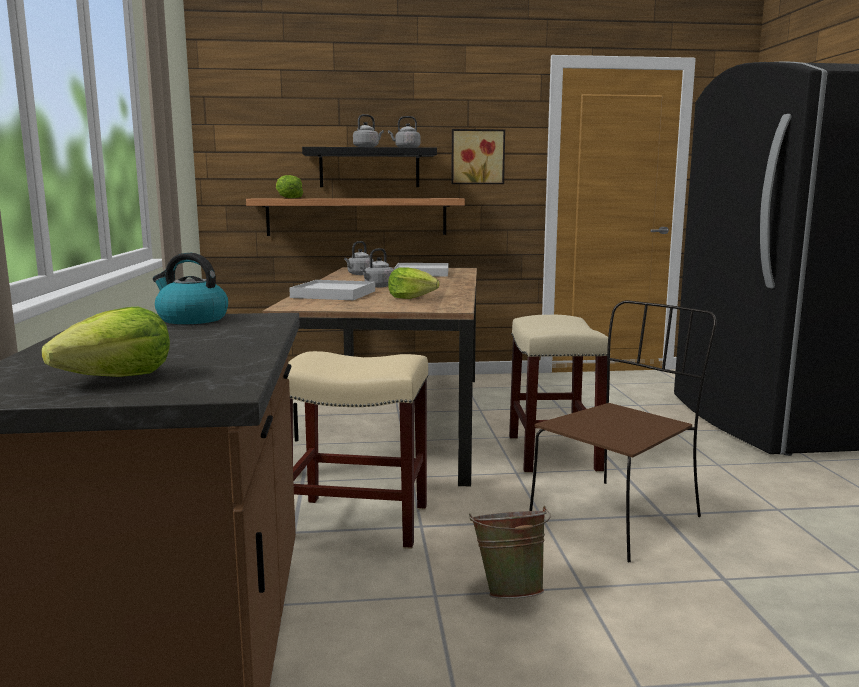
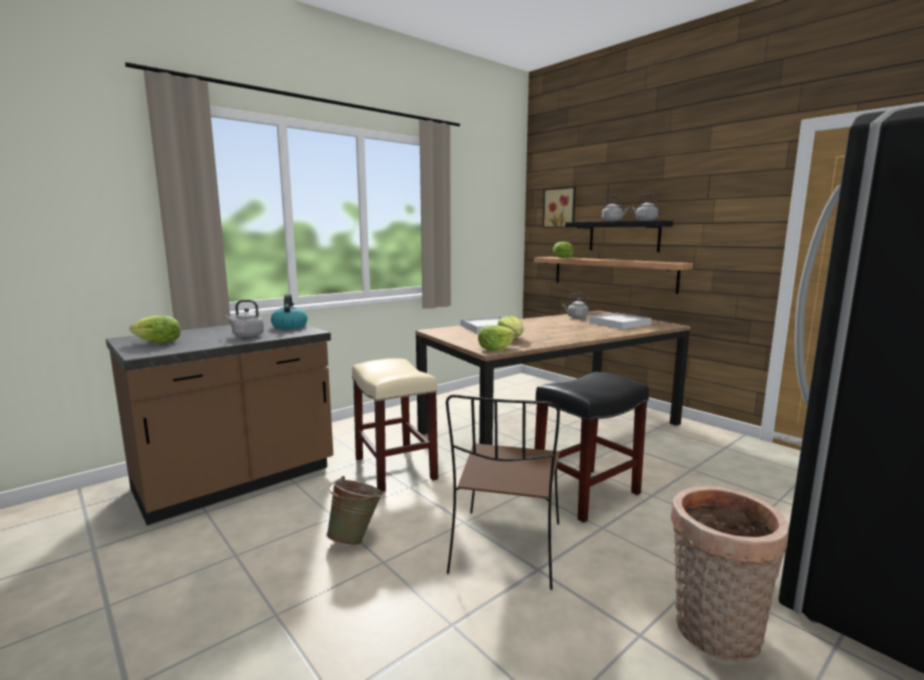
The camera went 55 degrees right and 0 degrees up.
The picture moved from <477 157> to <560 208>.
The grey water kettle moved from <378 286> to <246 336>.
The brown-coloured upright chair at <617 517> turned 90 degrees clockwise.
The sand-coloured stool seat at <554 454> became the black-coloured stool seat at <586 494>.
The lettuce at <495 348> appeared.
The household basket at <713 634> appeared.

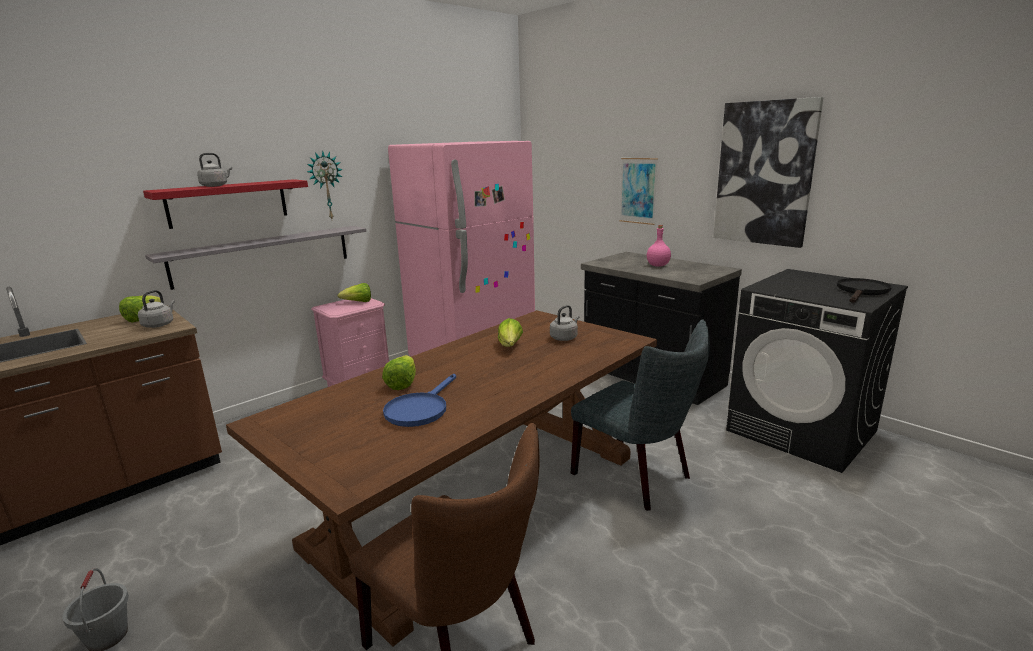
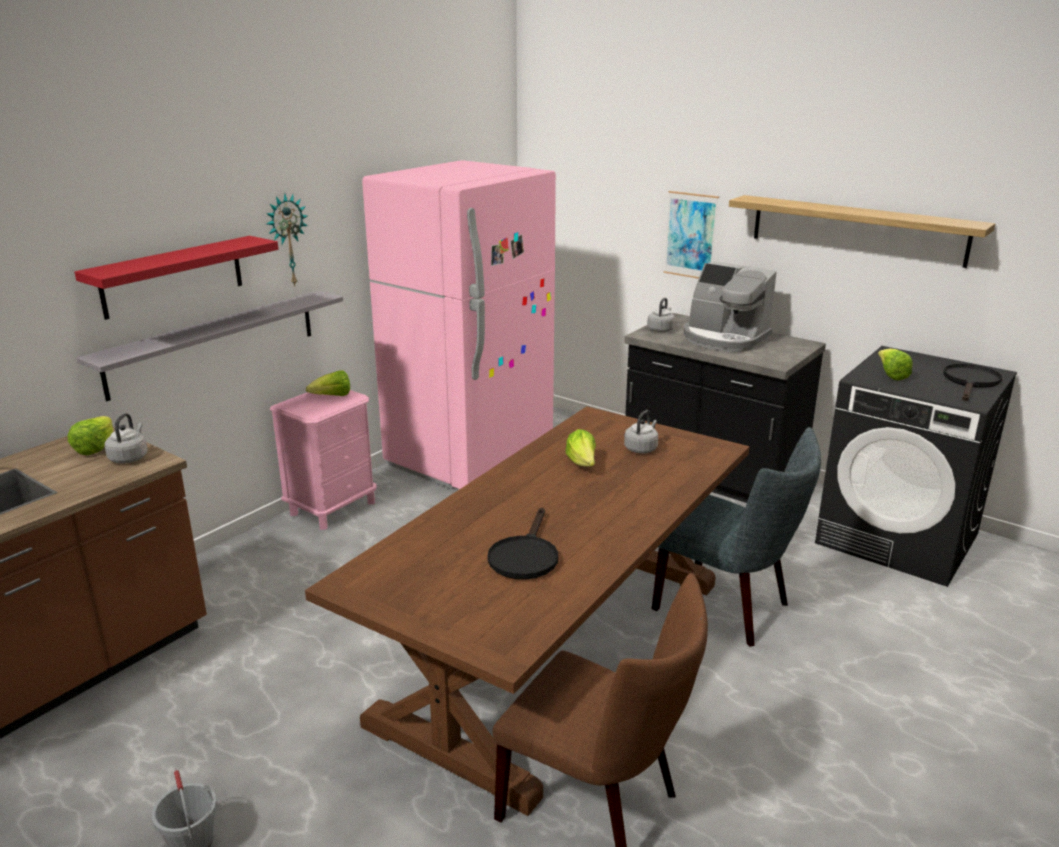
The camera went 10 degrees left and 5 degrees up.
The picture at <764 173> was replaced by the bracket shelf at <856 230>.
The grey water kettle moved from <216 186> to <661 329>.
The pinkish bottle at <658 265> was replaced by the coffee brewer at <724 339>.
The lettuce moved from <402 383> to <891 375>.
The bluish pan at <420 409> became the black-coloured pan at <524 556>.

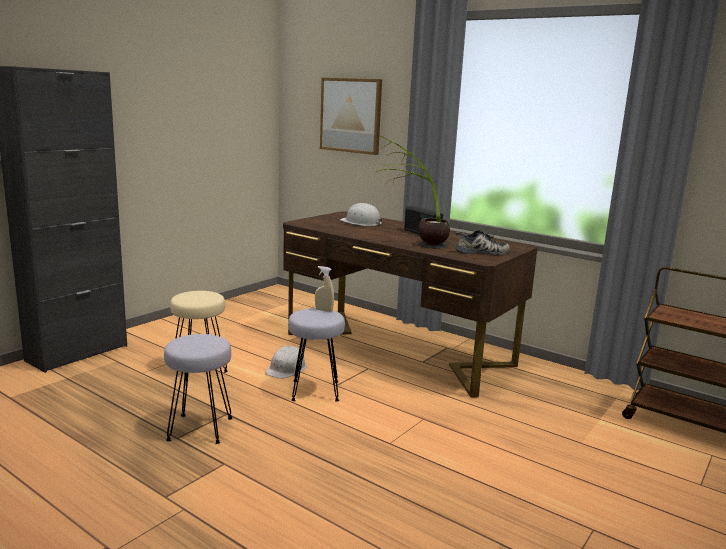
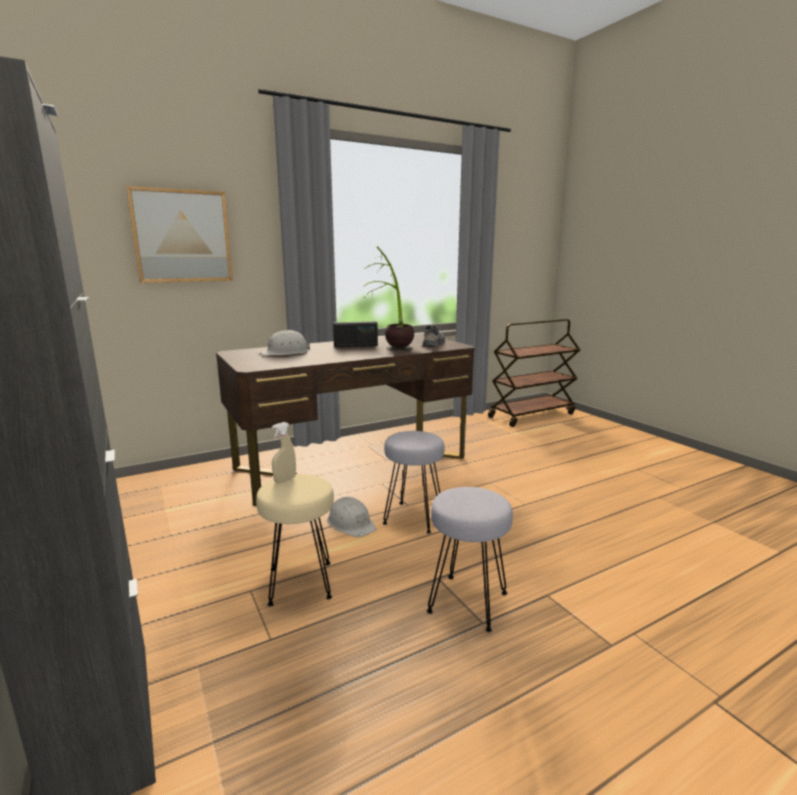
The camera went 65 degrees left and 0 degrees up.
The sand-coloured spray bottle moved from <324 310> to <285 480>.

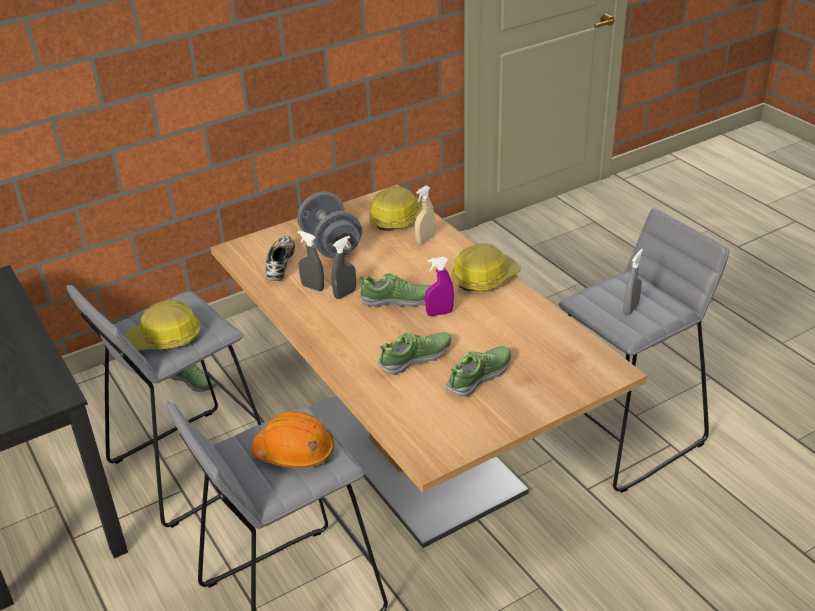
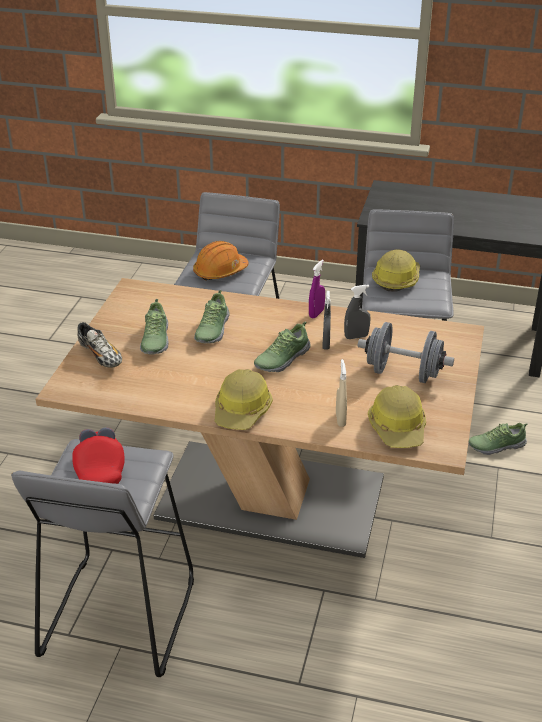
The camera went 135 degrees right and 0 degrees up.
The low shoe moved from <280 265> to <101 356>.
The grey spray bottle at <630 308> was replaced by the red peaked cap at <100 470>.
The purple spray bottle moved from <439 313> to <316 313>.

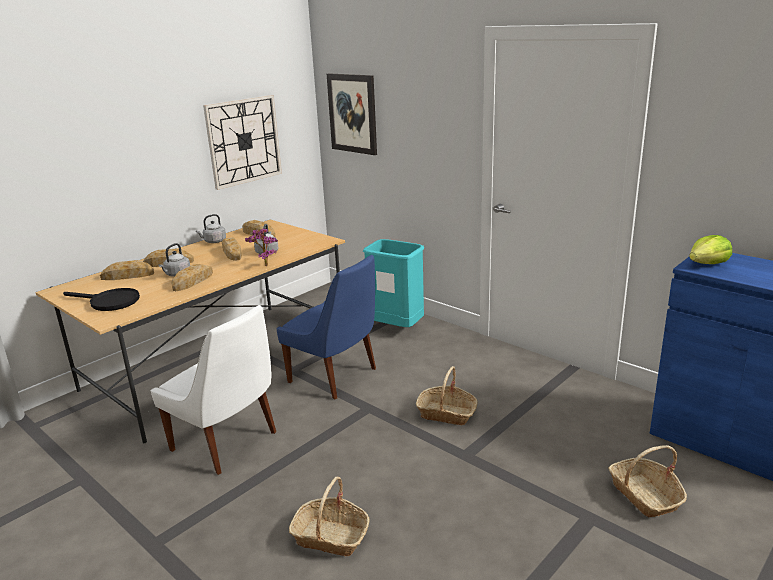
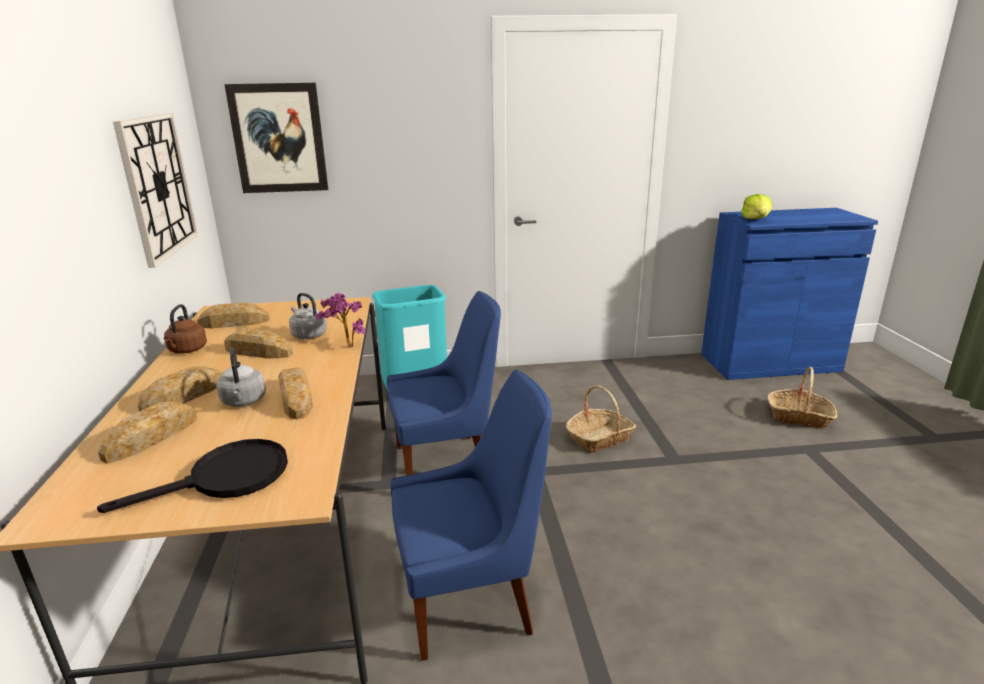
The camera went 50 degrees left and 0 degrees up.
The grey water kettle at <214 241> became the brown-coloured water kettle at <187 350>.
The white upright chair at <227 442> became the bluish upright chair at <471 598>.
The household basket at <331 536> disappeared.

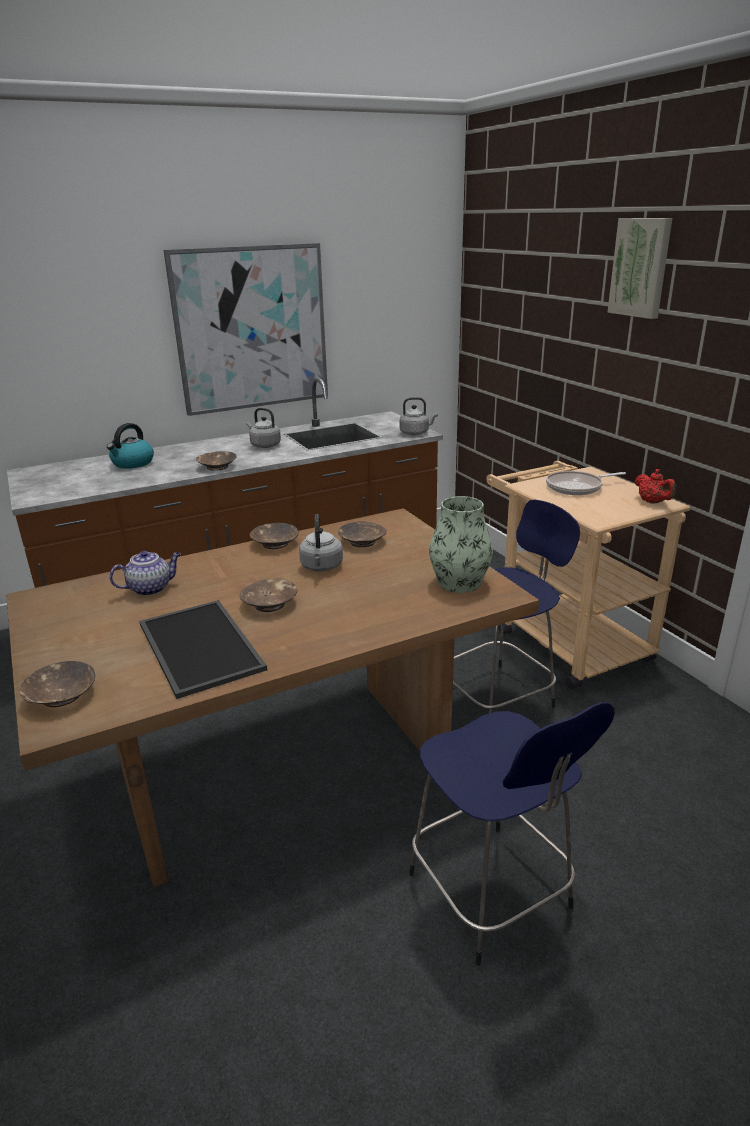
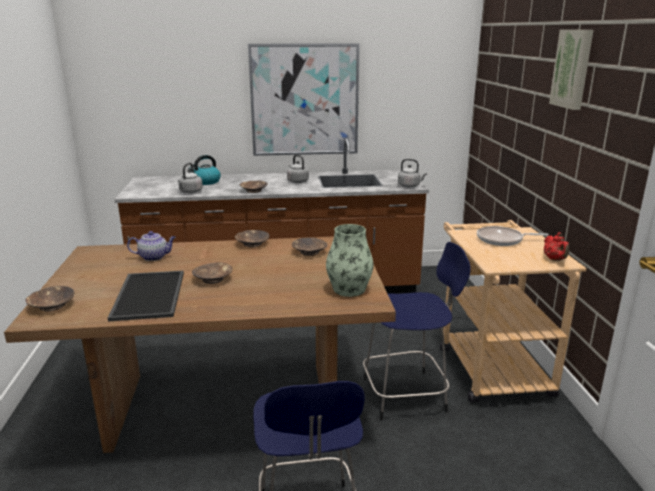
The camera went 20 degrees right and 5 degrees down.
The grey water kettle moved from <321 567> to <190 192>.

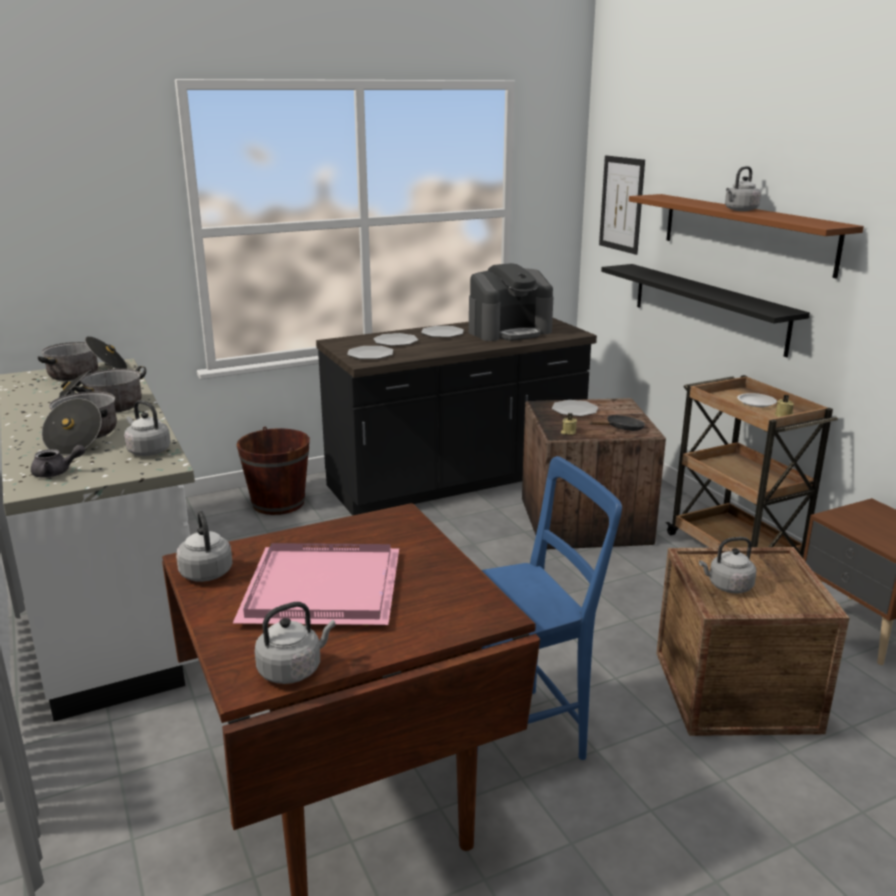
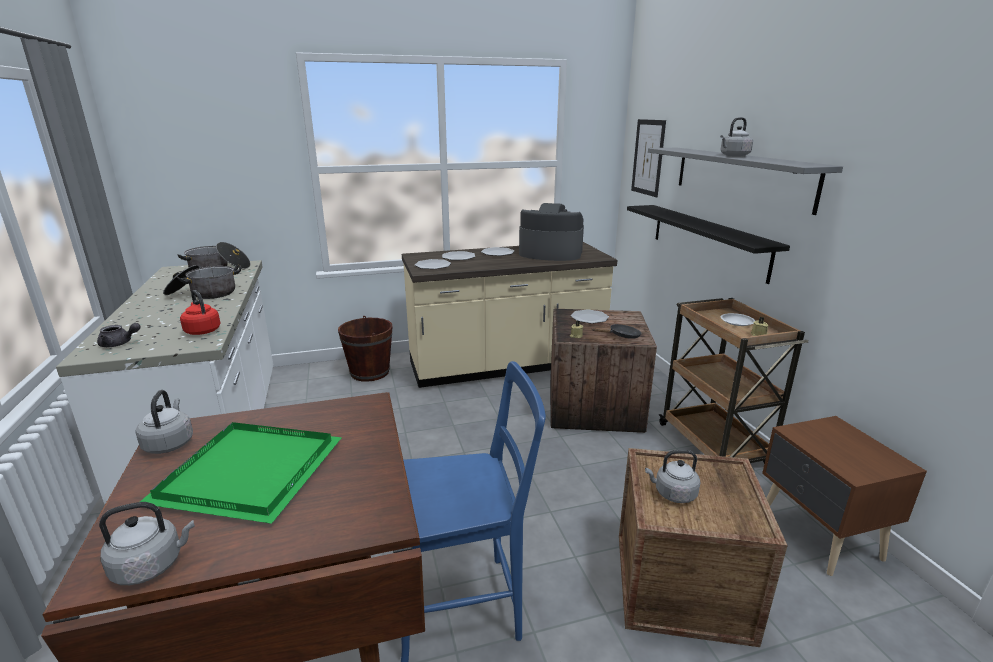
The camera went 10 degrees right and 0 degrees up.
The brown-coloured bracket shelf at <746 232> became the grey bracket shelf at <740 176>.
The coffee brewer at <509 331> turned 150 degrees counterclockwise.
The black-coloured kitchen base unit at <457 481> became the sand-coloured kitchen base unit at <506 365>.
The saucepot at <83 437> disappeared.
The grey water kettle at <147 451> became the red water kettle at <202 330>.
The pinkish serving tray at <325 590> became the green-coloured serving tray at <251 474>.

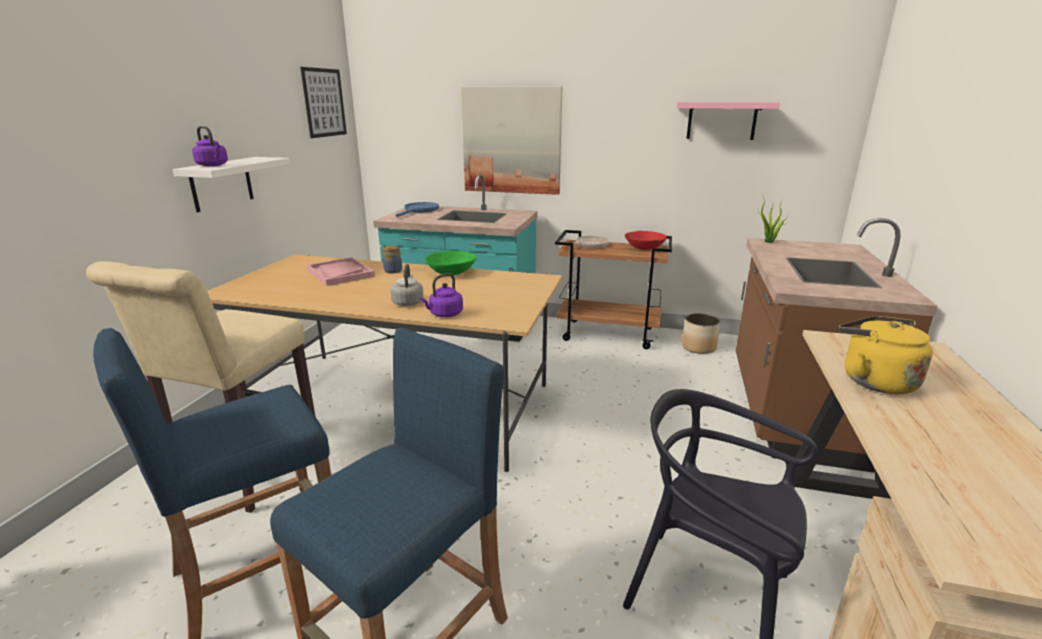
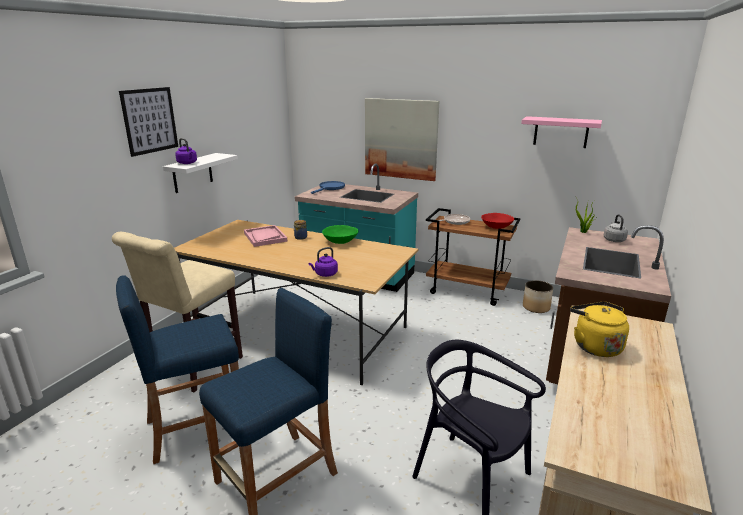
The camera went 10 degrees right and 0 degrees up.
The picture moved from <324 103> to <150 120>.
The grey water kettle moved from <408 302> to <613 240>.

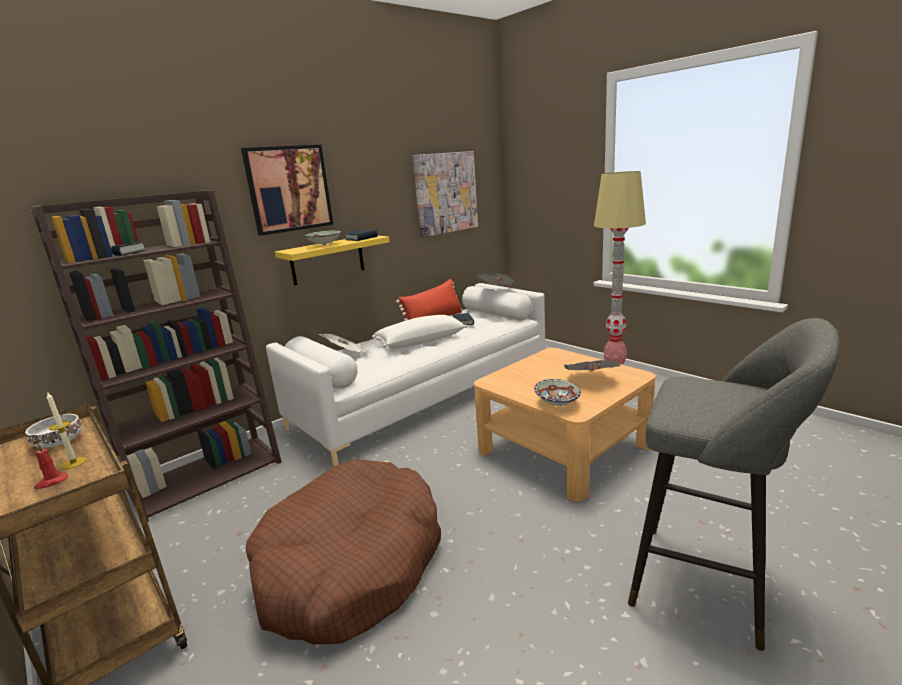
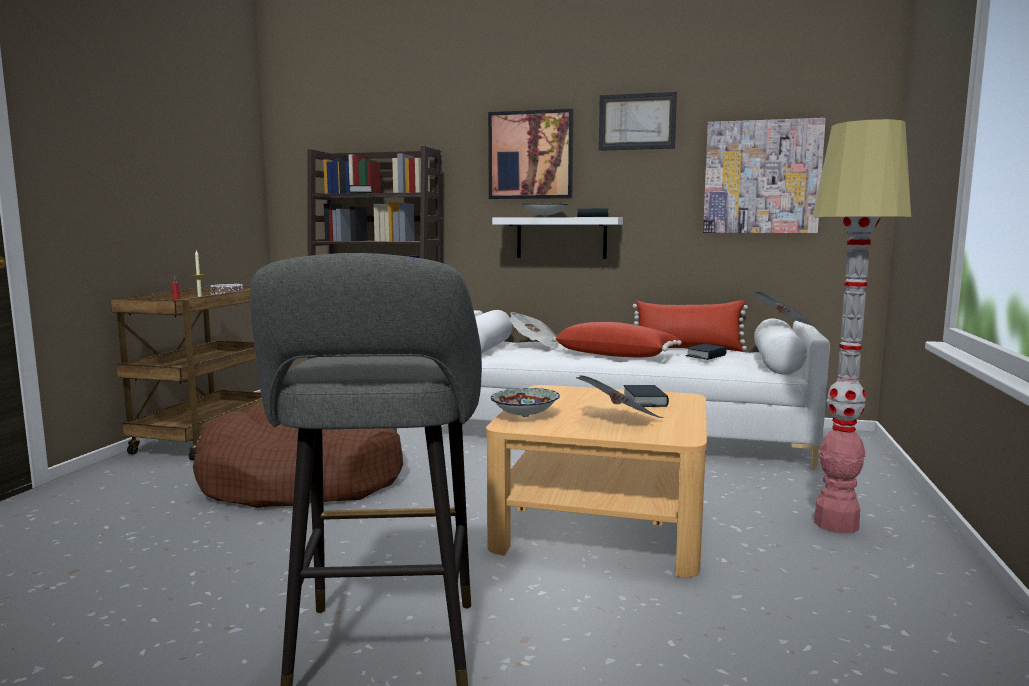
The camera went 55 degrees right and 10 degrees down.
The yellowish bracket shelf at <327 260> became the white bracket shelf at <561 238>.
The white pillow at <420 341> became the red pillow at <616 355>.
The picture at <637 122> appeared.
The book at <645 401> appeared.

